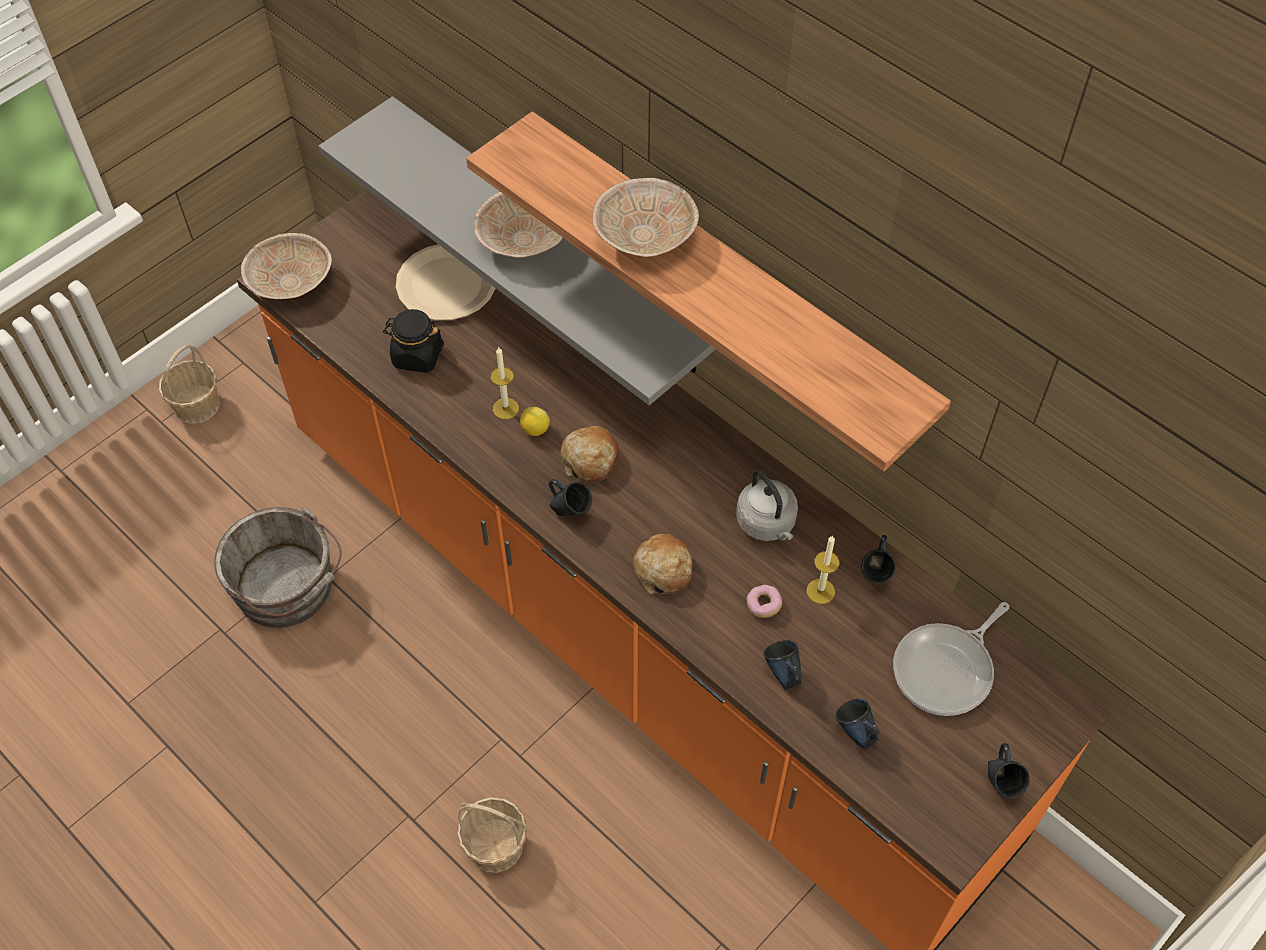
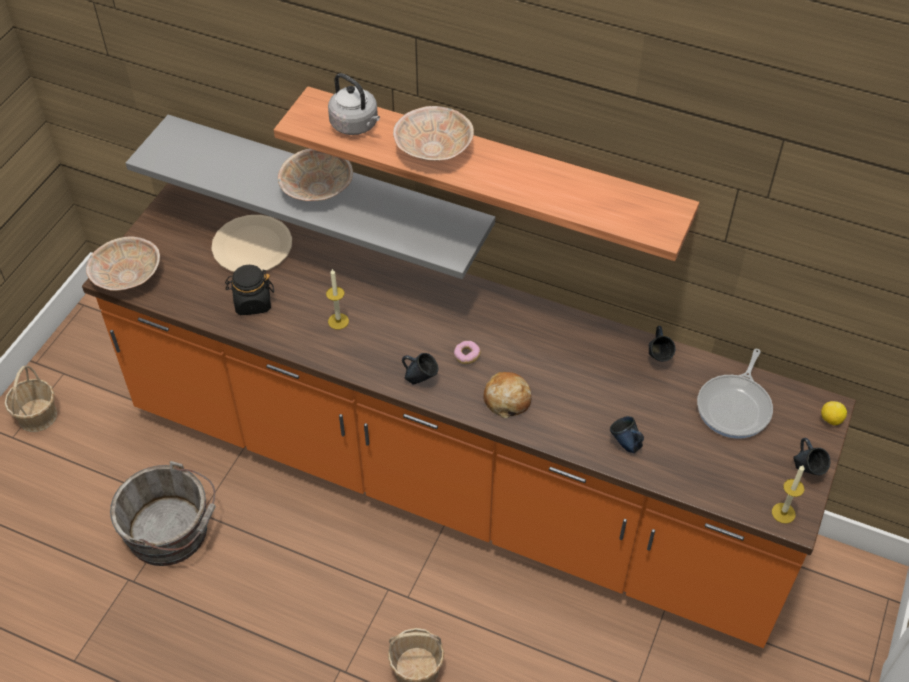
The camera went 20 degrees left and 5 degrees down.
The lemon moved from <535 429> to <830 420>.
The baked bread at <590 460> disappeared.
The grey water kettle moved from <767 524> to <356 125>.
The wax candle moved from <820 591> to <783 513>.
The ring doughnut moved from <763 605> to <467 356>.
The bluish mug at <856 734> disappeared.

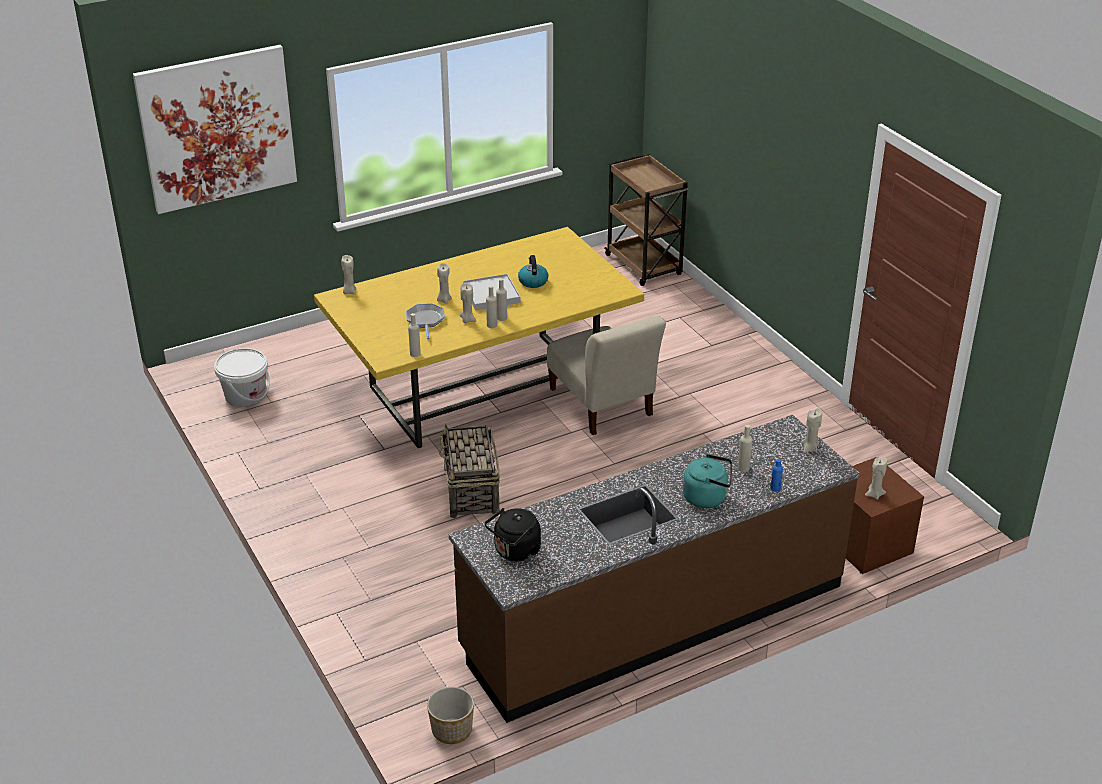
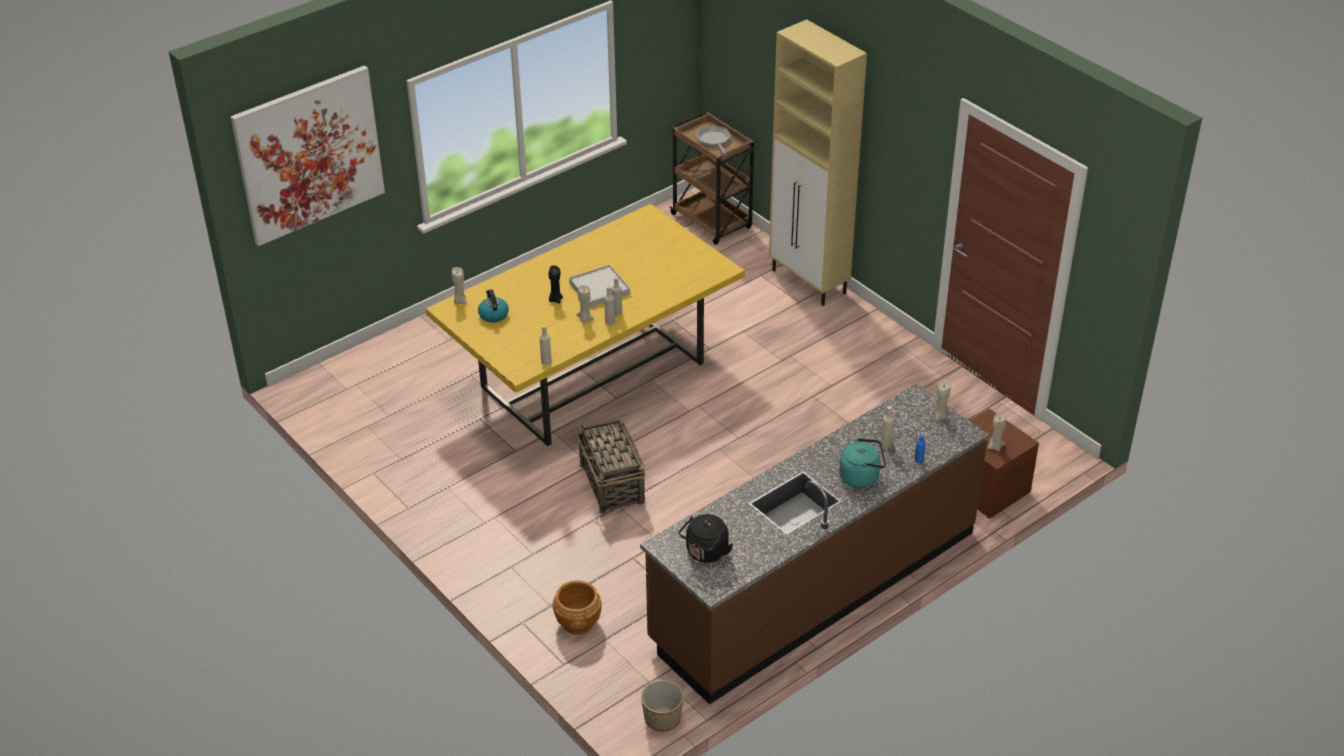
The camera went 10 degrees left and 5 degrees up.
The water kettle moved from <533 281> to <493 314>.
The sand-coloured wax candle at <444 300> became the black-coloured wax candle at <555 299>.
The pan moved from <425 320> to <714 140>.
The sand-coloured upright chair at <602 405> disappeared.
The white water bucket at <245 395> disappeared.
The sand-coloured cupboard at <809 282> appeared.
The brown-coloured planter at <577 623> appeared.

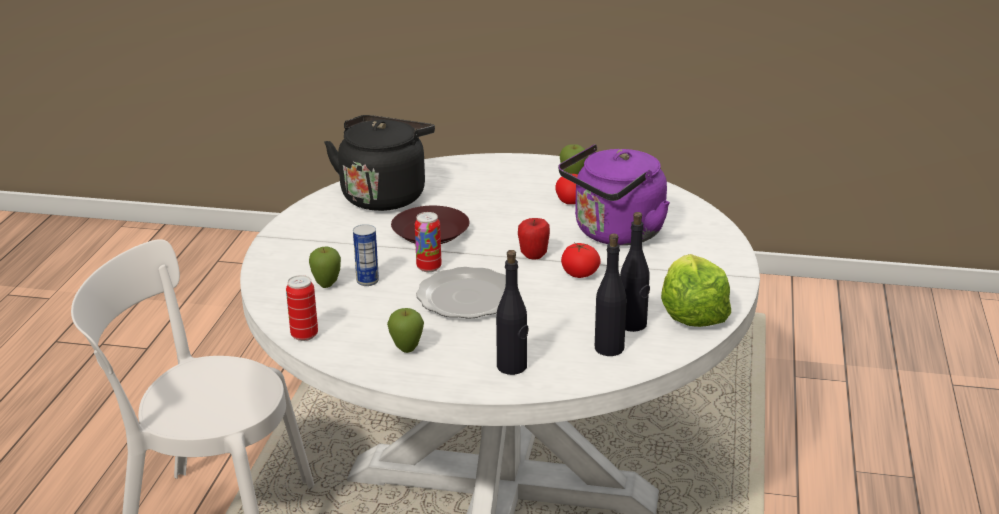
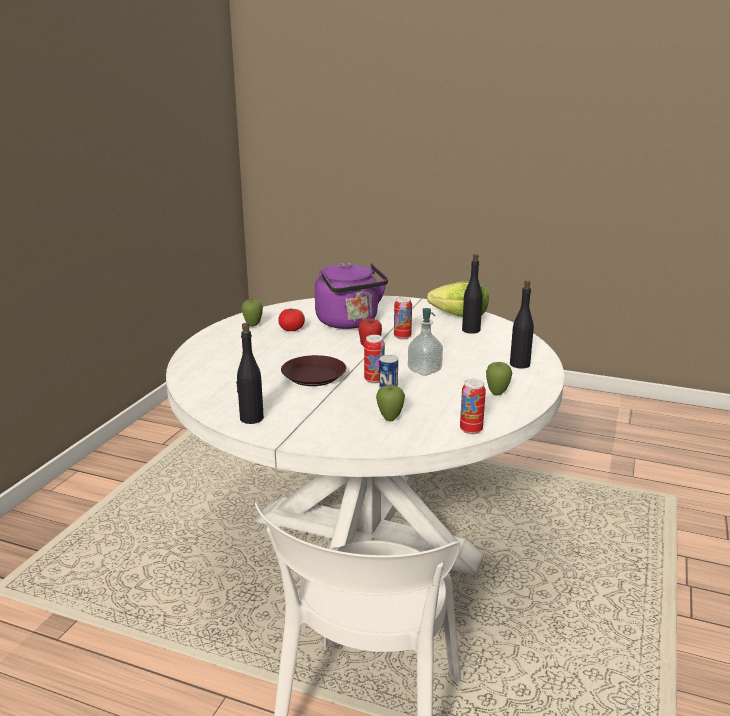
The camera went 80 degrees left and 5 degrees down.
The black-coloured water kettle at <385 195> disappeared.
The black-coloured bottle moved from <609 348> to <251 418>.
The tomato at <579 274> was replaced by the sealed can at <402 337>.
The plate at <468 297> was replaced by the soap bottle at <424 370>.

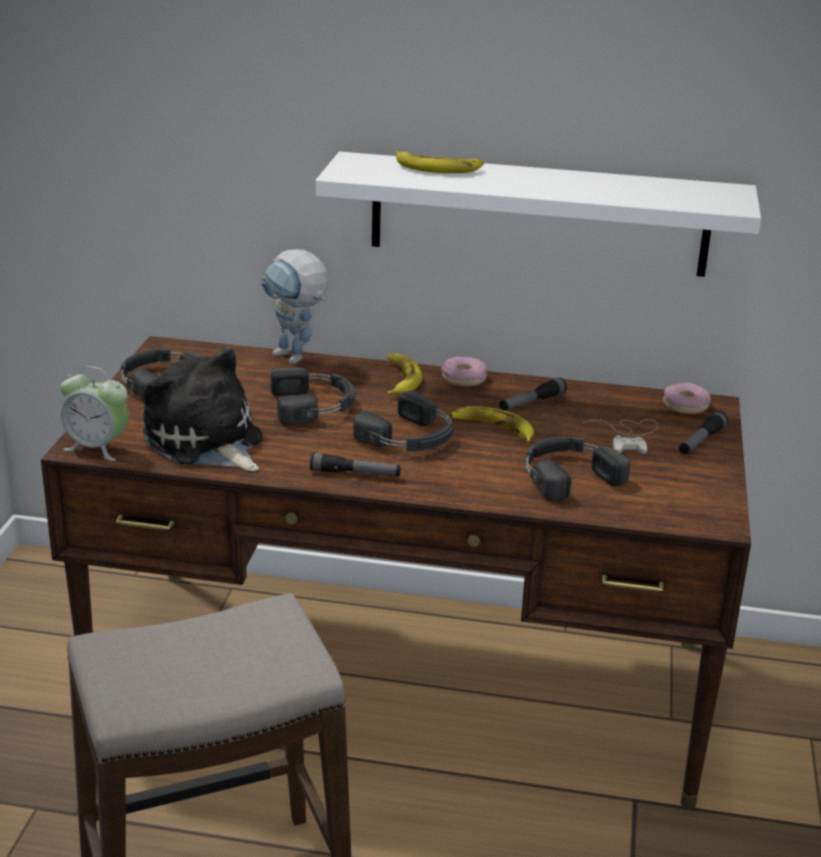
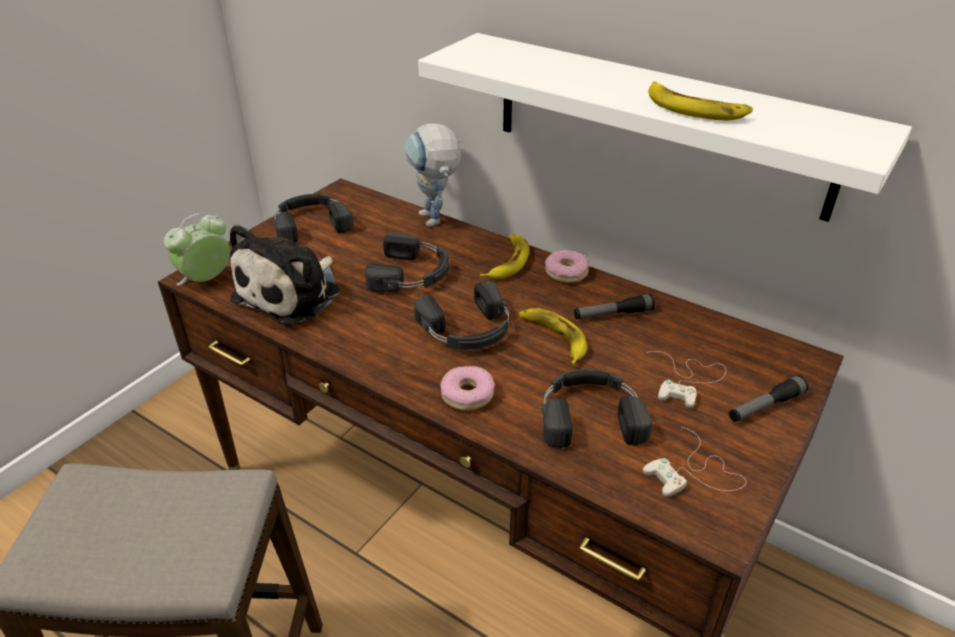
The camera went 25 degrees right and 10 degrees up.
The banana moved from <437 168> to <694 109>.
The plush toy at <206 442> turned 135 degrees counterclockwise.
The alarm clock at <97 448> turned 90 degrees clockwise.
The ring doughnut moved from <685 405> to <467 394>.
The hand torch at <355 473> disappeared.
The white joypad at <695 473> appeared.

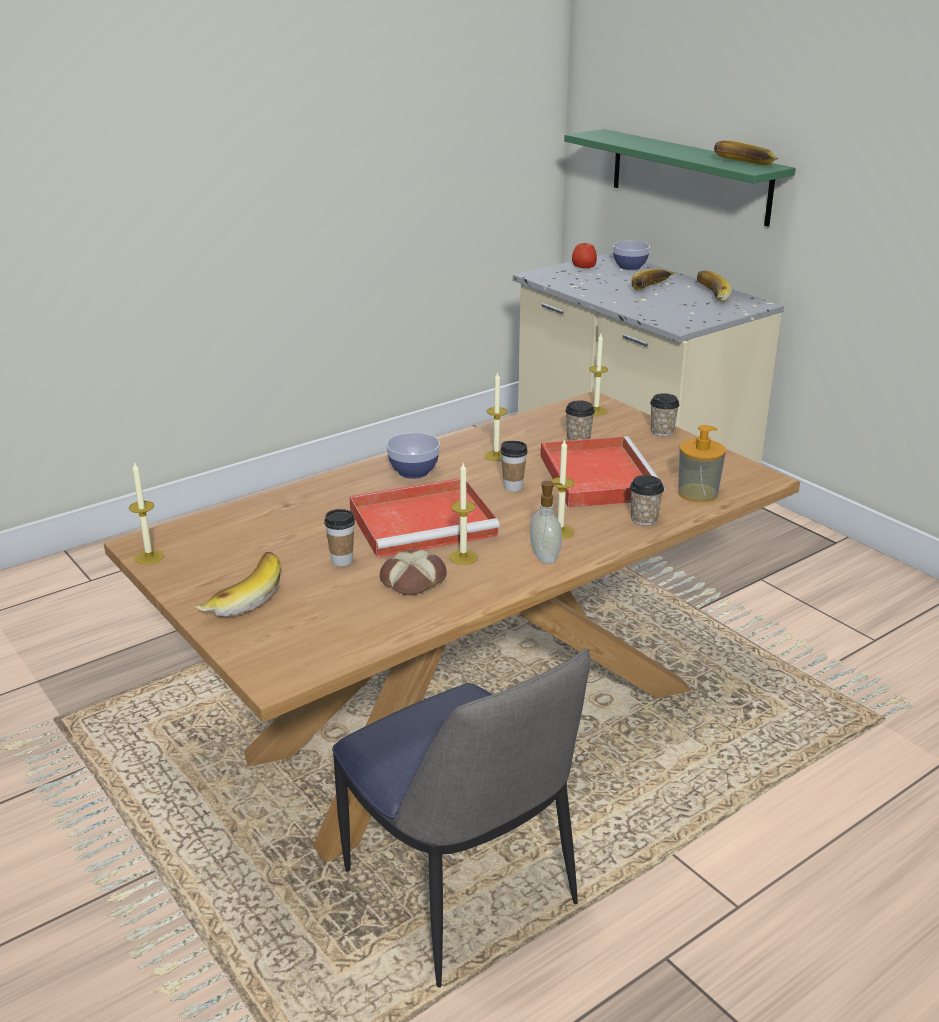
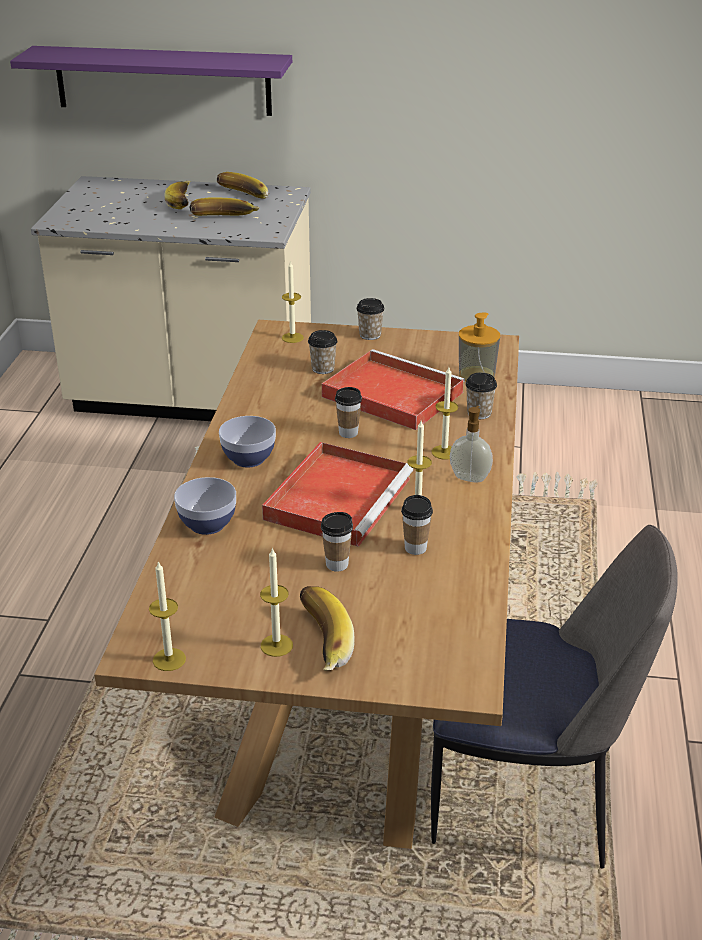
The camera went 45 degrees left and 5 degrees up.
The green-coloured bracket shelf at <689 176> became the purple bracket shelf at <163 80>.
The banana moved from <743 164> to <223 219>.
The deep dish moved from <630 267> to <207 524>.
The apple at <583 266> disappeared.
The wax candle moved from <496 456> to <276 645>.
The baked bread at <412 579> was replaced by the cup at <415 548>.

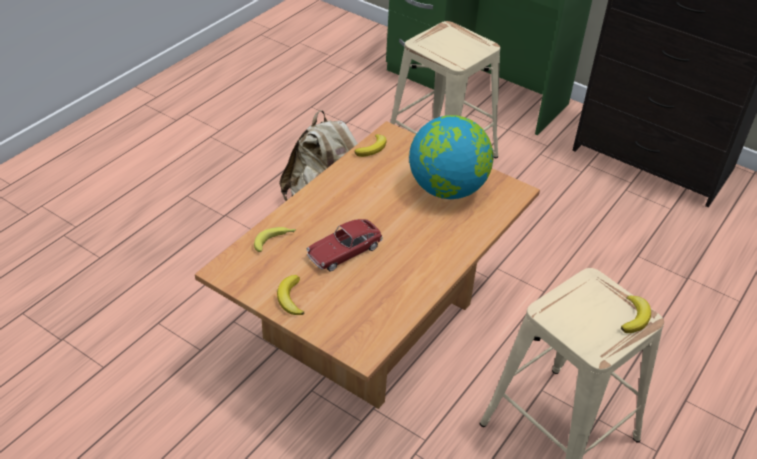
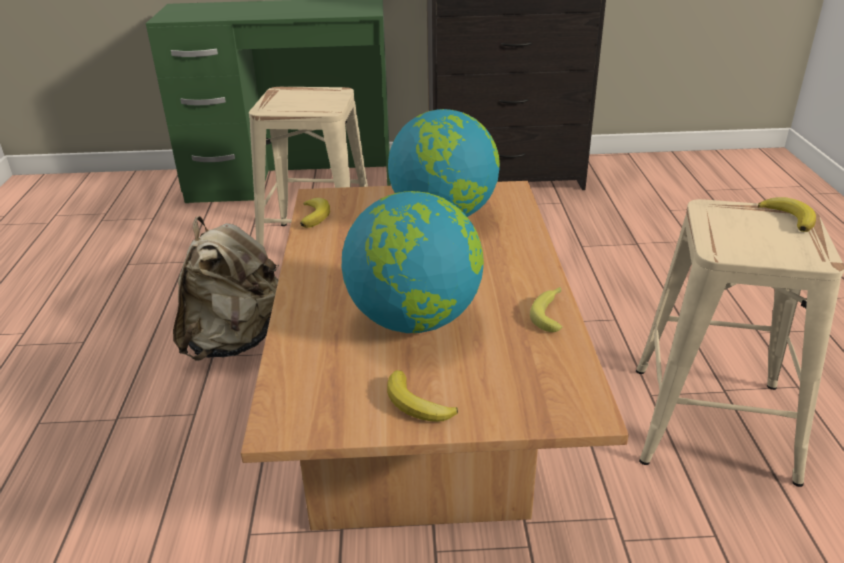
The camera went 35 degrees left and 10 degrees down.
The toy car at <344 251> was replaced by the globe at <415 320>.
The banana moved from <275 241> to <551 313>.

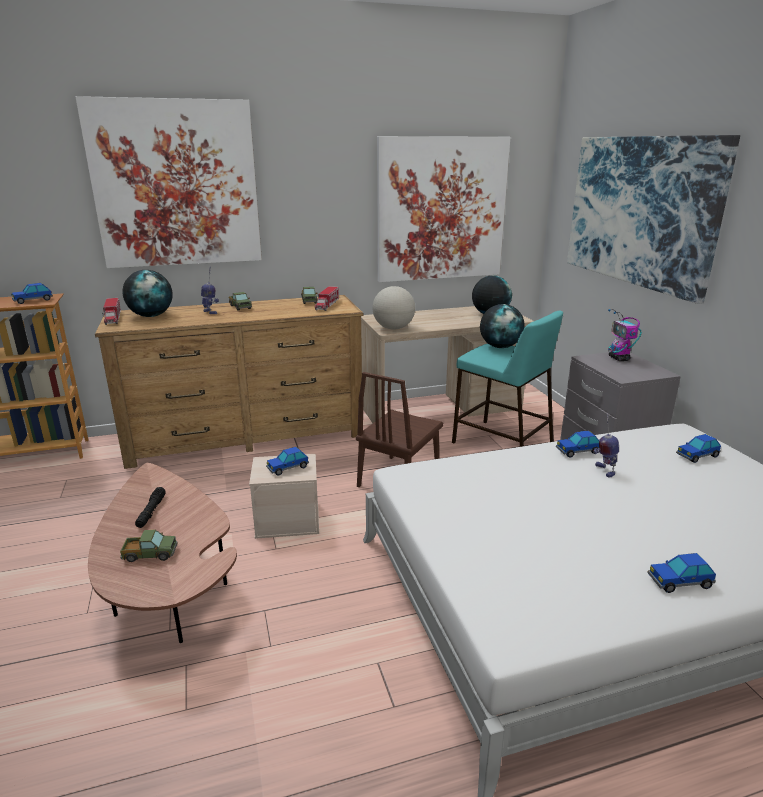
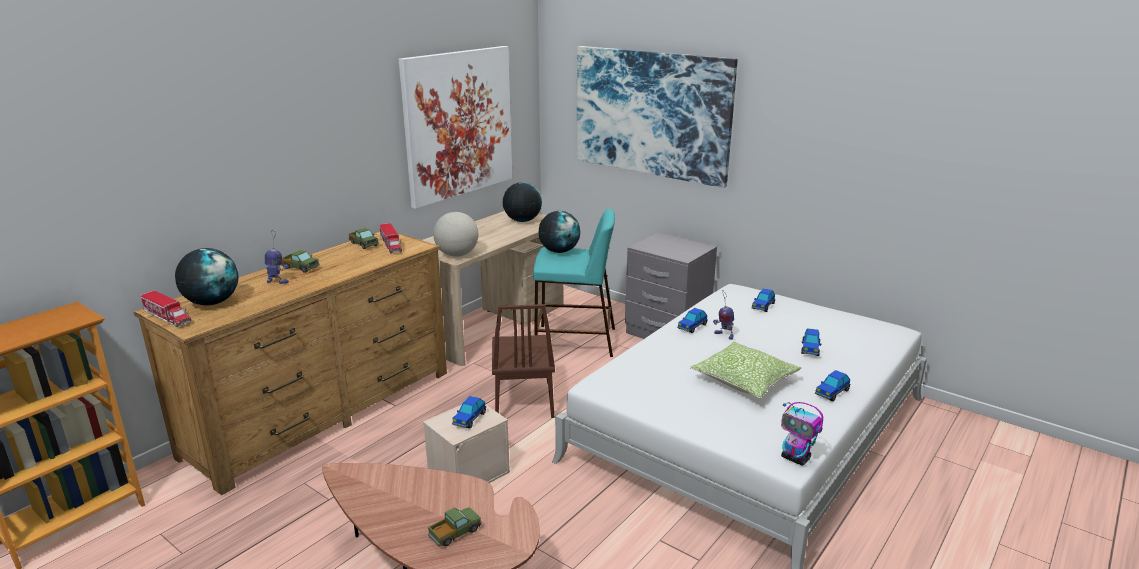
The camera went 35 degrees left and 0 degrees up.
The picture at <176 185> disappeared.
The toy car moved from <33 300> to <810 349>.
The robot figure moved from <619 359> to <796 458>.
The black-coloured hand torch at <151 512> disappeared.
The pillow at <744 380> appeared.

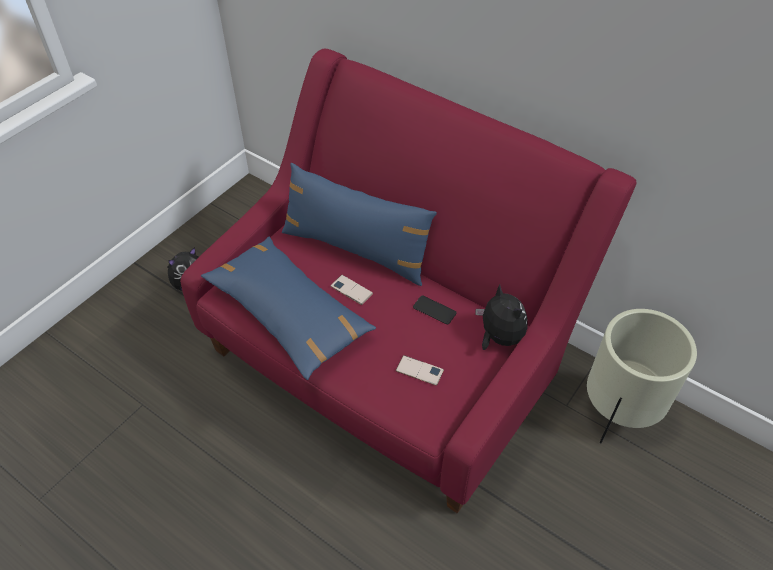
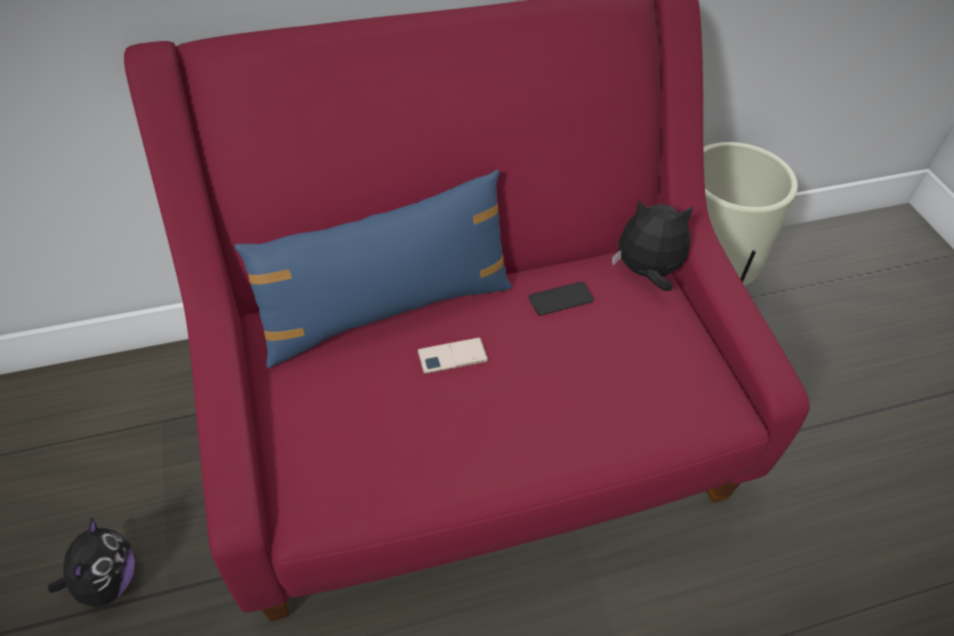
The camera went 55 degrees left and 0 degrees up.
The bluish pillow at <288 314> disappeared.
The handset at <419 370> disappeared.

